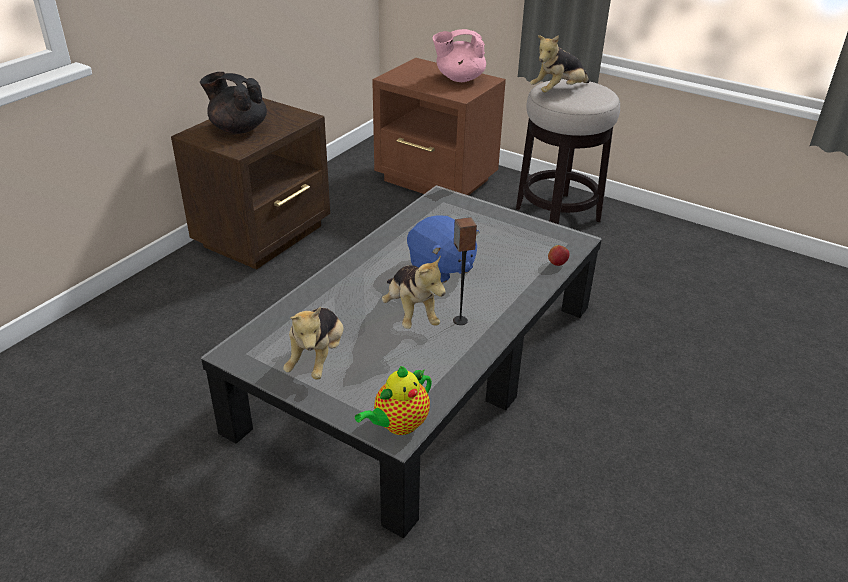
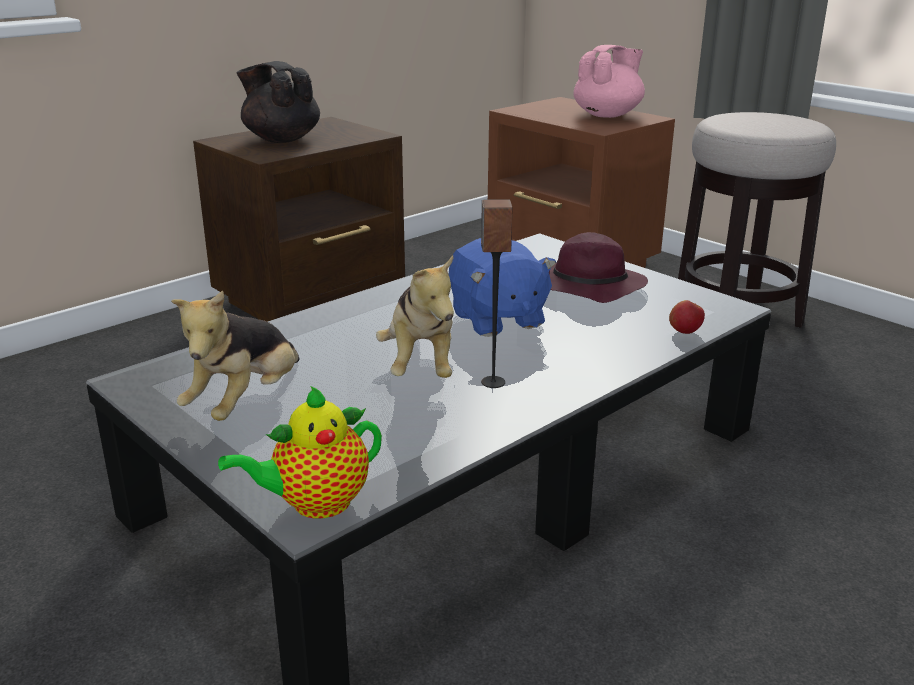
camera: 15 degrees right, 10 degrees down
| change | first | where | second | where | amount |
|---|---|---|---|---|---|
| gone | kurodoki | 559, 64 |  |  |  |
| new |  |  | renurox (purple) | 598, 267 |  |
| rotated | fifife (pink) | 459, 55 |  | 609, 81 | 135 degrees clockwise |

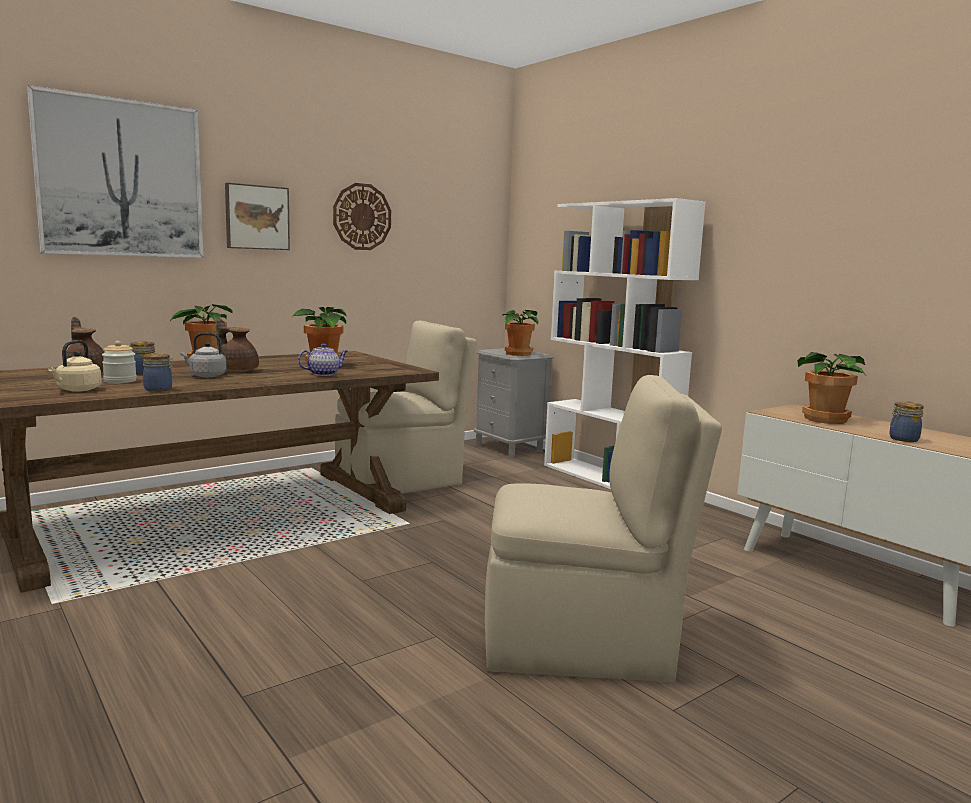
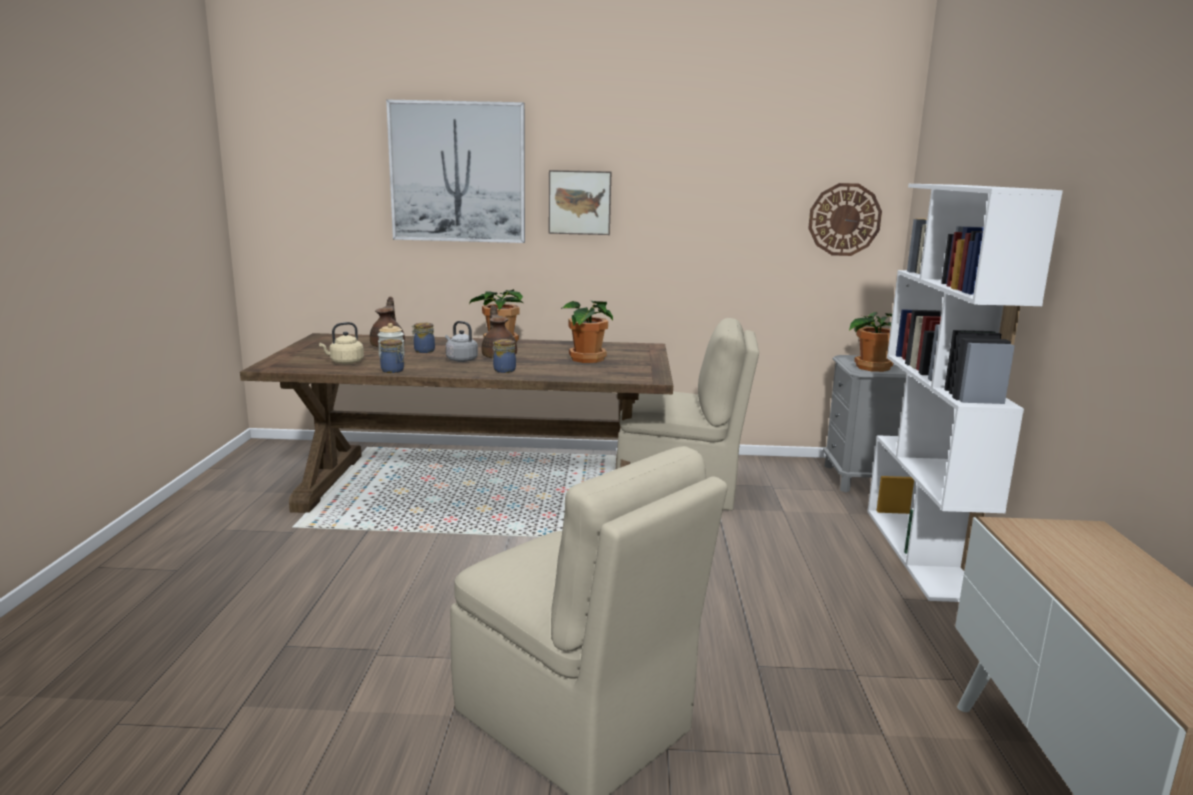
camera: 40 degrees right, 5 degrees up
| change | first | where | second | where | amount |
|---|---|---|---|---|---|
| gone | fifife | 323, 359 |  |  |  |
| gone | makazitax | 831, 388 |  |  |  |
| shifted | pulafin | 362, 216 |  | 845, 219 |  |
| shifted | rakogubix | 906, 421 |  | 504, 356 |  |

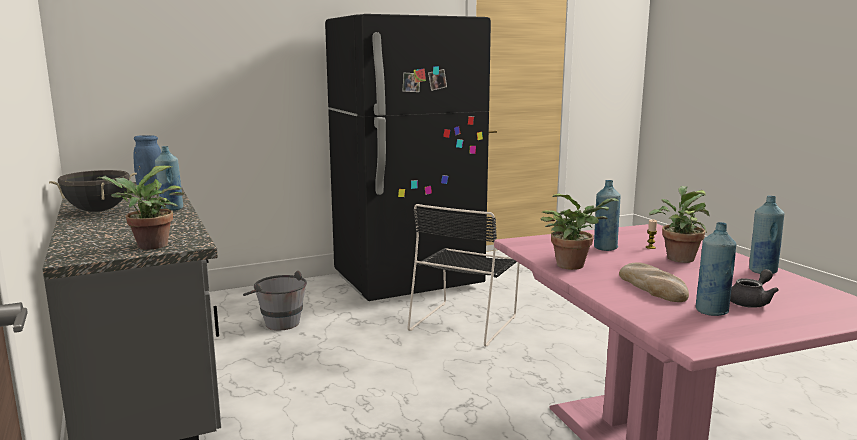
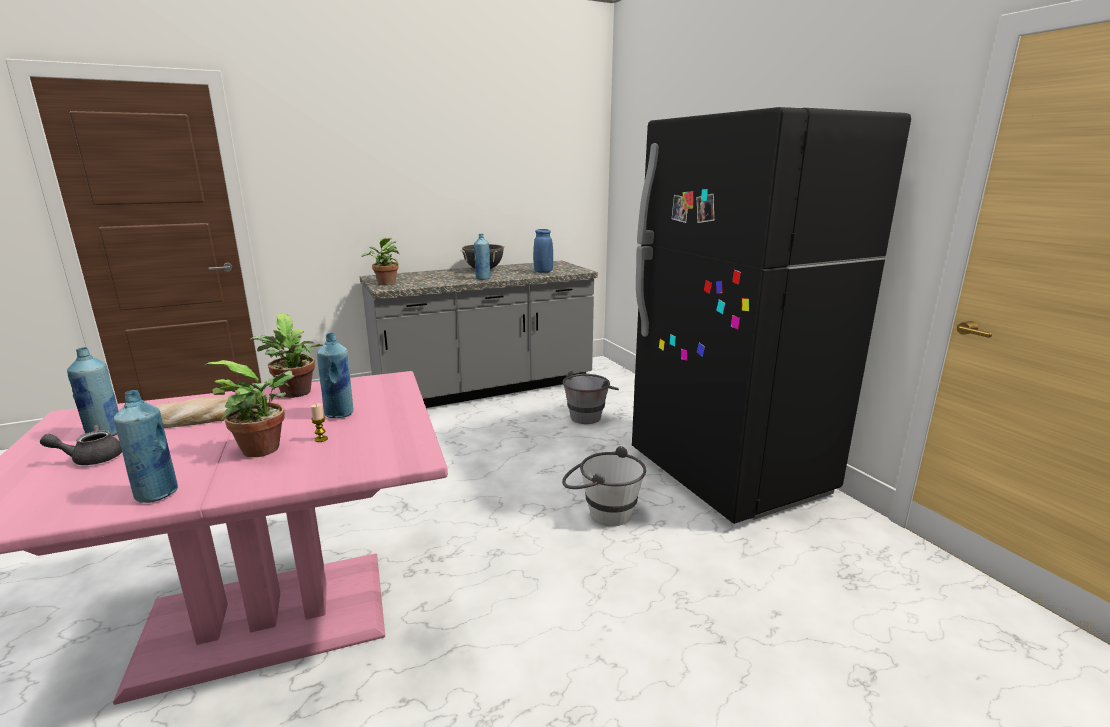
camera: 90 degrees right, 5 degrees up
| change | first | where | second | where | amount |
|---|---|---|---|---|---|
| swapped | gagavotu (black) | 464, 275 | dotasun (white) | 604, 486 |  |
| rotated | fifife (grey) | 754, 288 |  | 81, 445 | 105 degrees clockwise |

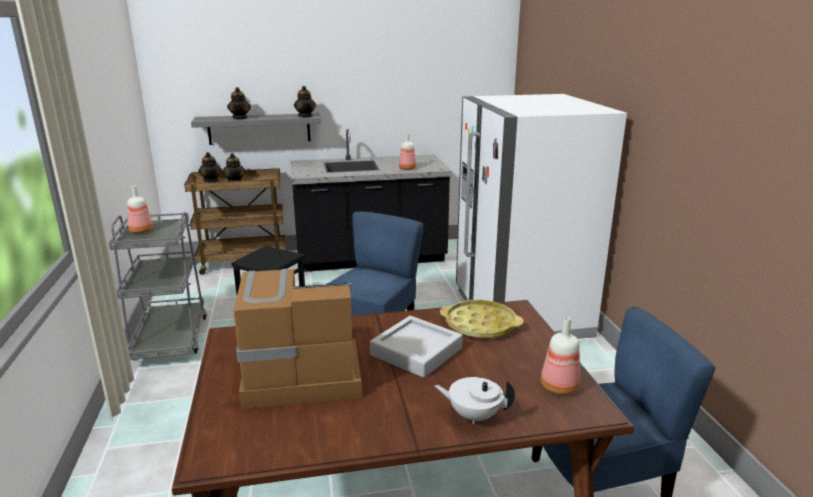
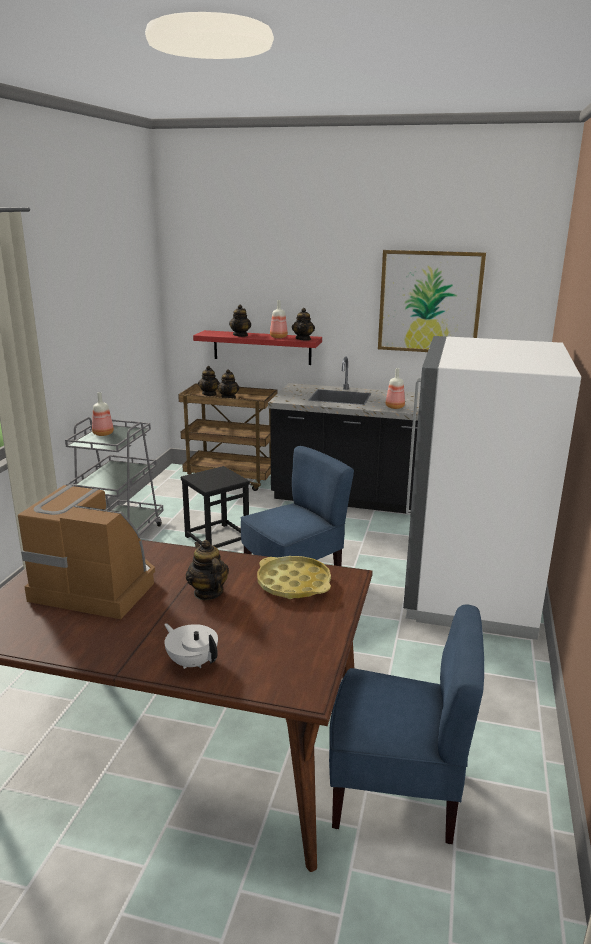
camera: 25 degrees right, 0 degrees up
| change | first | where | second | where | amount |
|---|---|---|---|---|---|
| new |  |  | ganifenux | 432, 301 |  |
| shifted | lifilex | 560, 356 |  | 279, 319 |  |
| swapped | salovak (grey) | 416, 347 | fifife | 207, 570 |  |
| repainted | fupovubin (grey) | 256, 129 | fupovubin (red) | 257, 347 |  |

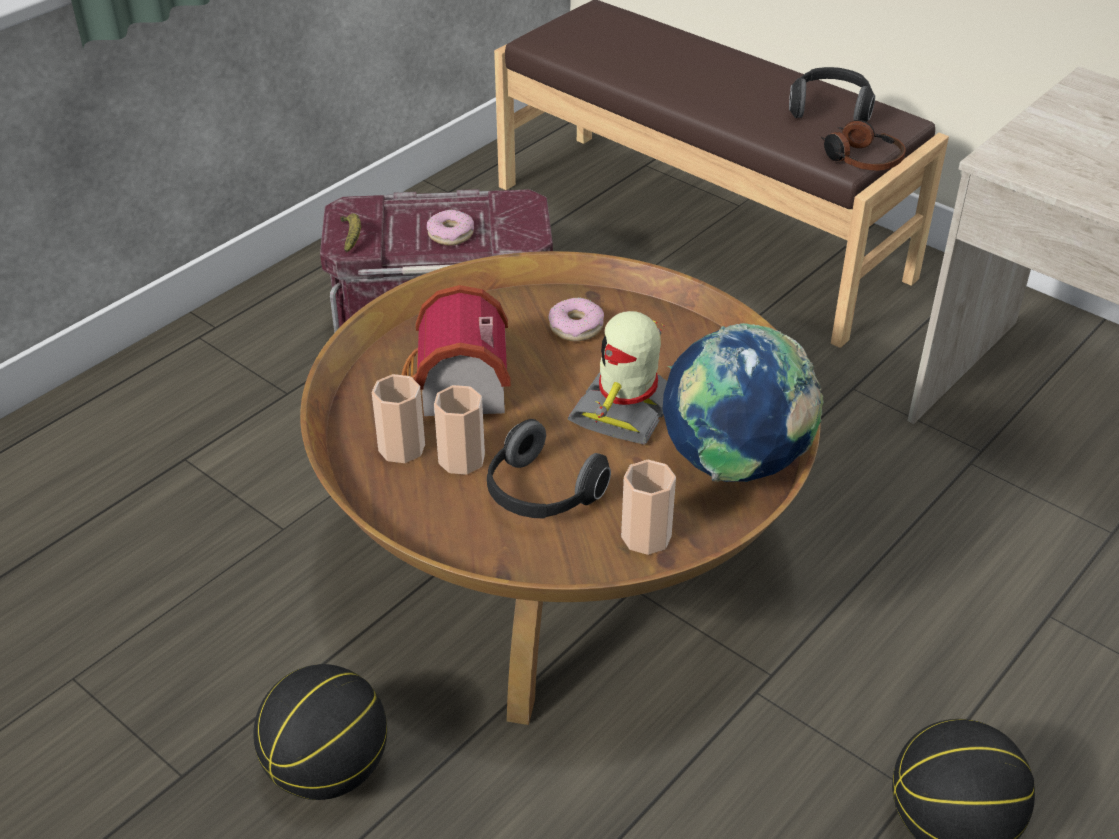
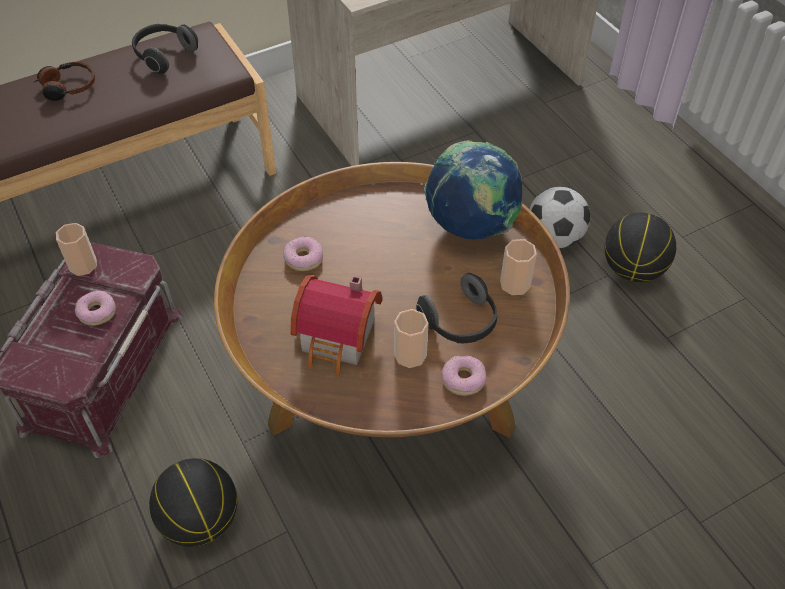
camera: 70 degrees left, 10 degrees up
| change | first | where | second | where | amount |
|---|---|---|---|---|---|
| gone | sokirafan | 350, 233 |  |  |  |
| gone | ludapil | 617, 378 |  |  |  |
| new |  |  | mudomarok | 464, 375 |  |
| new |  |  | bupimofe | 560, 217 |  |
| shifted | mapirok | 320, 732 |  | 193, 502 |  |
| shifted | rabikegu | 398, 418 |  | 76, 249 |  |
| shifted | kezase | 863, 145 |  | 64, 81 |  |

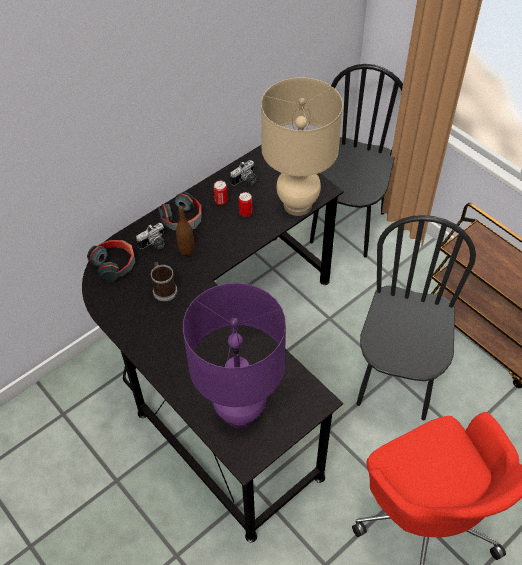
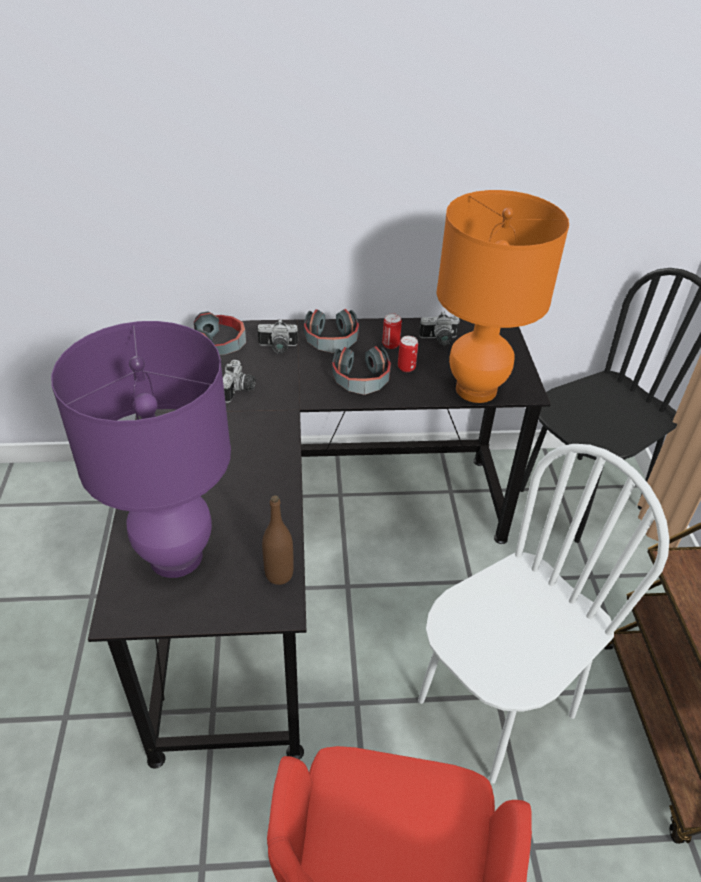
camera: 35 degrees right, 10 degrees down
| change | first | where | second | where | amount |
|---|---|---|---|---|---|
| new |  |  | kezase | 361, 370 |  |
| shifted | lifilex (brown) | 185, 230 |  | 278, 540 |  |
| swapped | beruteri | 164, 281 | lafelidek | 239, 381 |  |
| repainted | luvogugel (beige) | 302, 146 | luvogugel (orange) | 502, 296 |  |
| repainted | gagavotu (black) | 416, 317 | gagavotu (white) | 544, 613 |  |

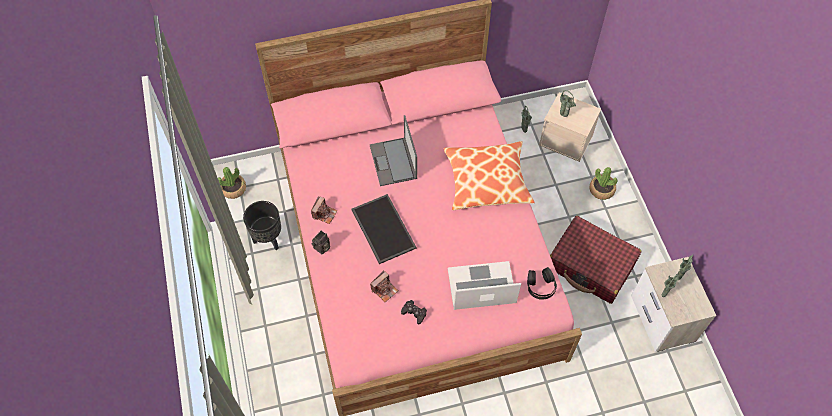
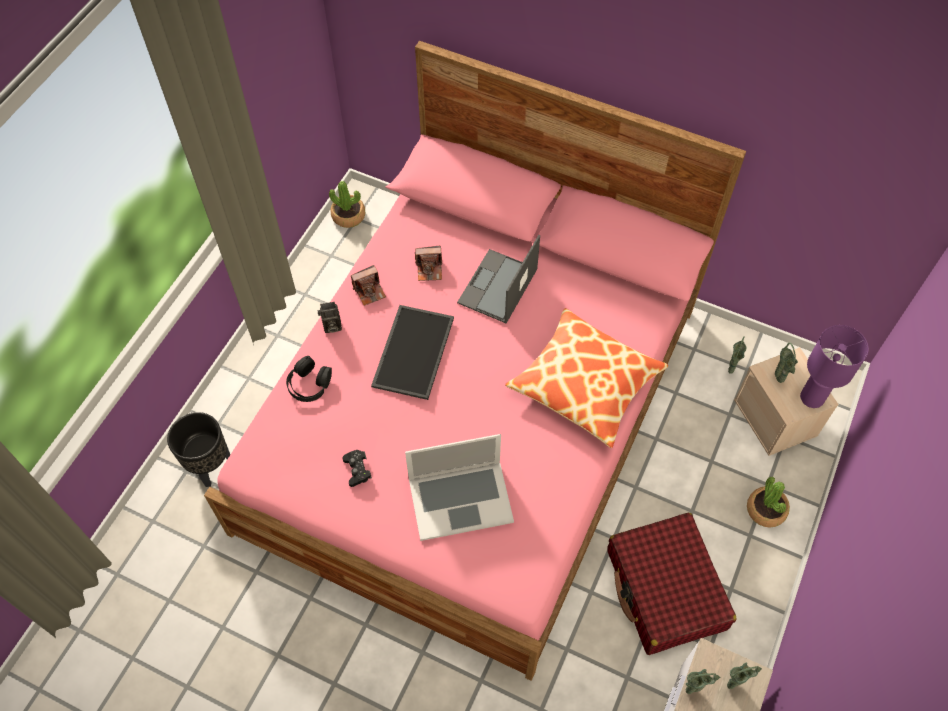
camera: 40 degrees right, 0 degrees up
| change | first | where | second | where | amount |
|---|---|---|---|---|---|
| new |  |  | luvogugel (purple) | 834, 366 |  |
| shifted | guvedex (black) | 262, 225 |  | 198, 449 |  |
| shifted | lafelidek | 384, 286 |  | 428, 263 |  |
| shifted | kezase (black) | 542, 283 |  | 309, 379 |  |
| rotated | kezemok | 484, 285 |  | 459, 487 | 135 degrees clockwise |

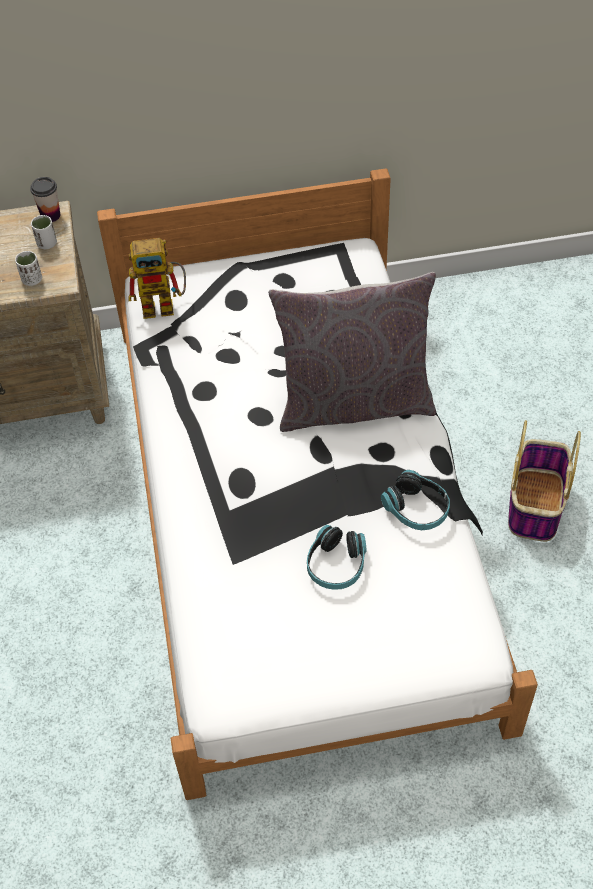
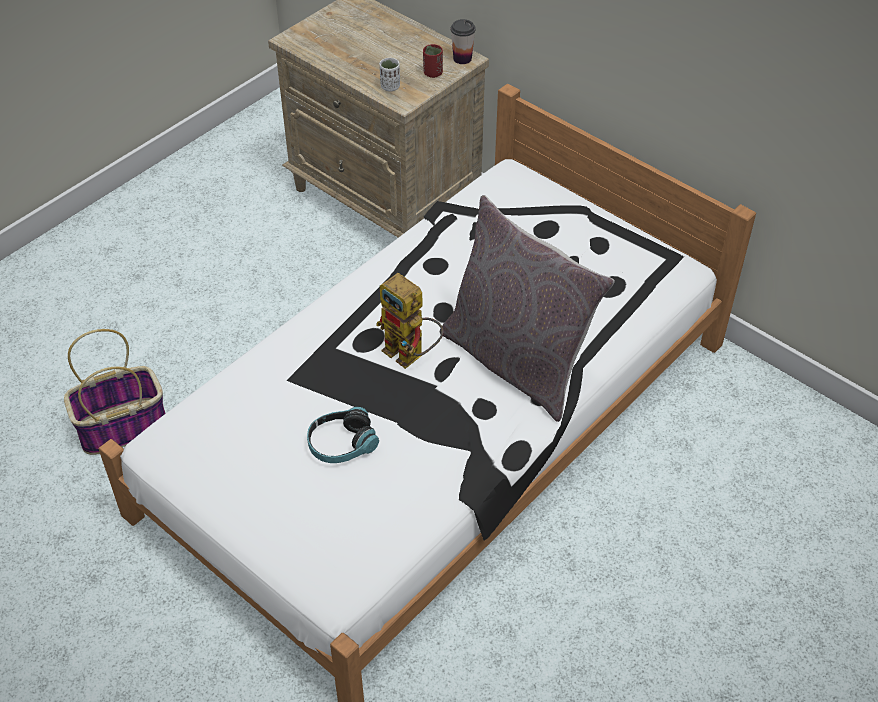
camera: 50 degrees right, 5 degrees down
| change | first | where | second | where | amount |
|---|---|---|---|---|---|
| gone | kezase | 415, 500 |  |  |  |
| shifted | ludapil | 157, 278 |  | 409, 321 |  |
| shifted | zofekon | 544, 481 |  | 115, 392 |  |
| repainted | rabikegu (white) | 44, 232 | rabikegu (red) | 433, 61 |  |

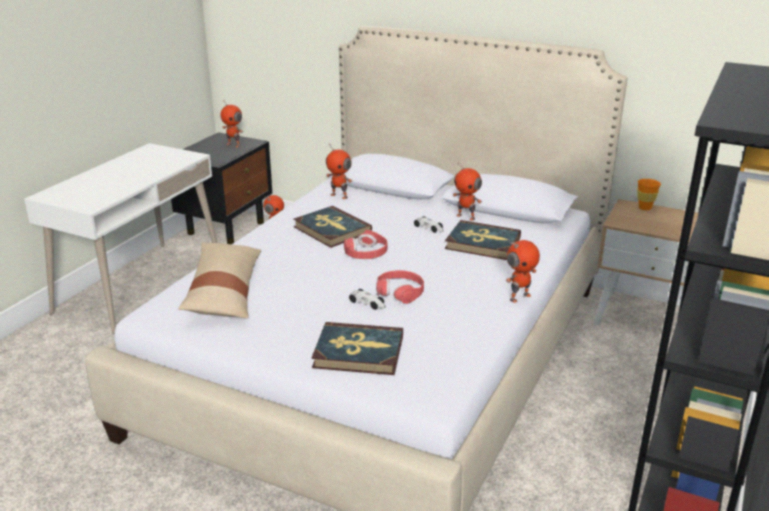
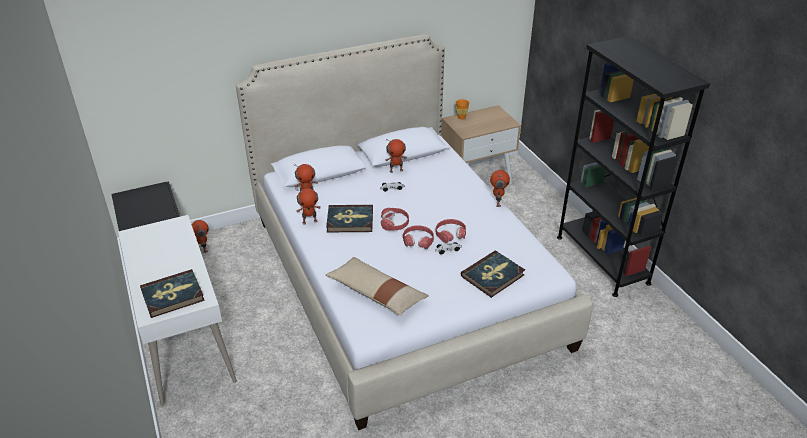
camera: 50 degrees left, 10 degrees up
| change | first | where | second | where | amount |
|---|---|---|---|---|---|
| new |  |  | kezase (red) | 418, 237 |  |
| shifted | ludapil | 231, 124 |  | 308, 206 |  |
| shifted | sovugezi | 483, 240 |  | 172, 293 |  |

